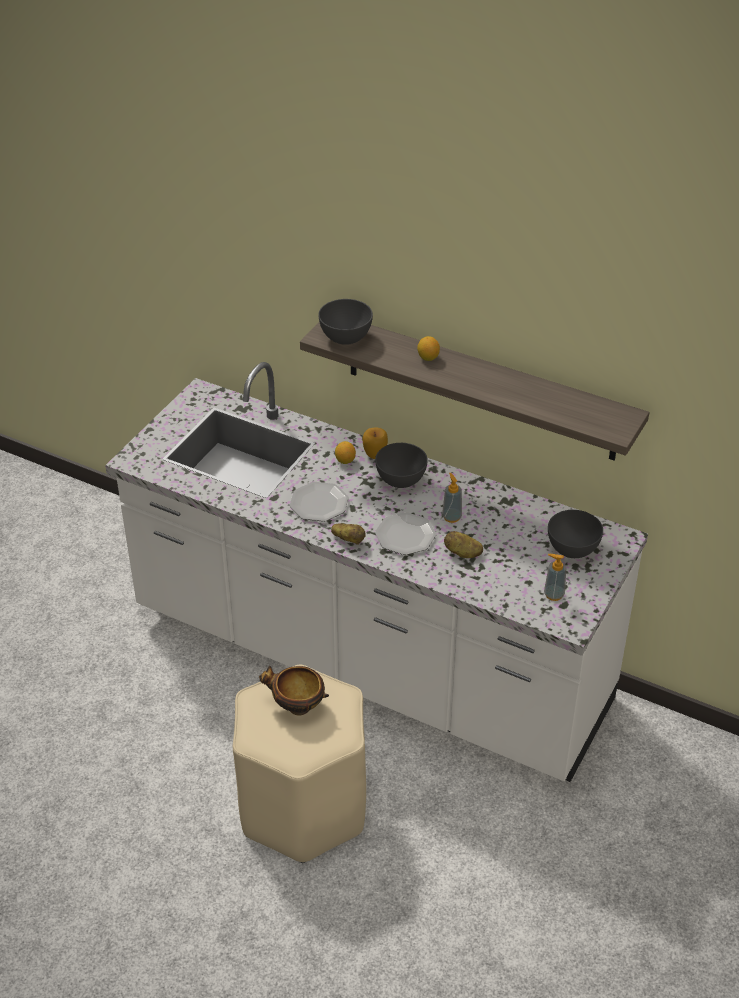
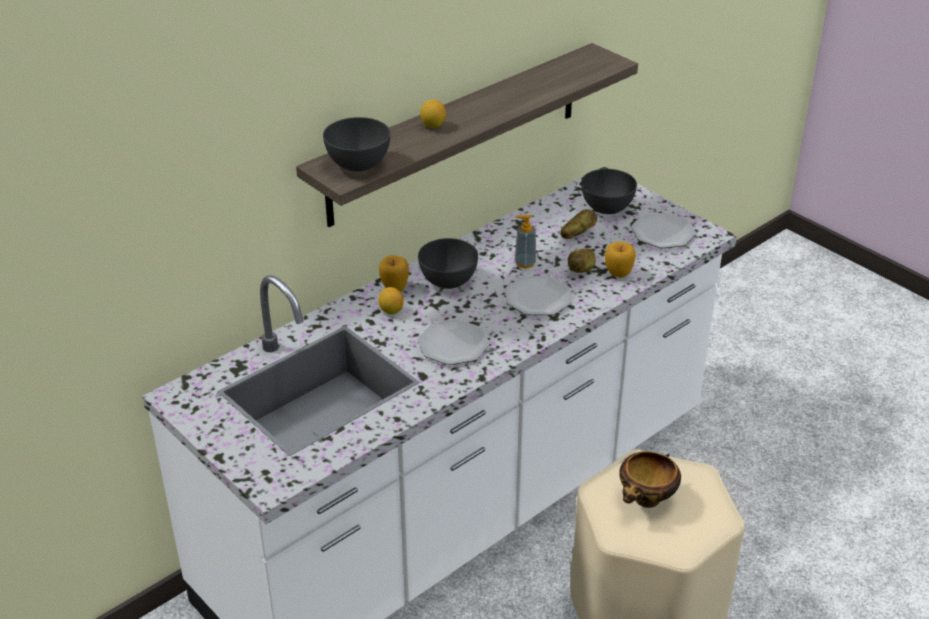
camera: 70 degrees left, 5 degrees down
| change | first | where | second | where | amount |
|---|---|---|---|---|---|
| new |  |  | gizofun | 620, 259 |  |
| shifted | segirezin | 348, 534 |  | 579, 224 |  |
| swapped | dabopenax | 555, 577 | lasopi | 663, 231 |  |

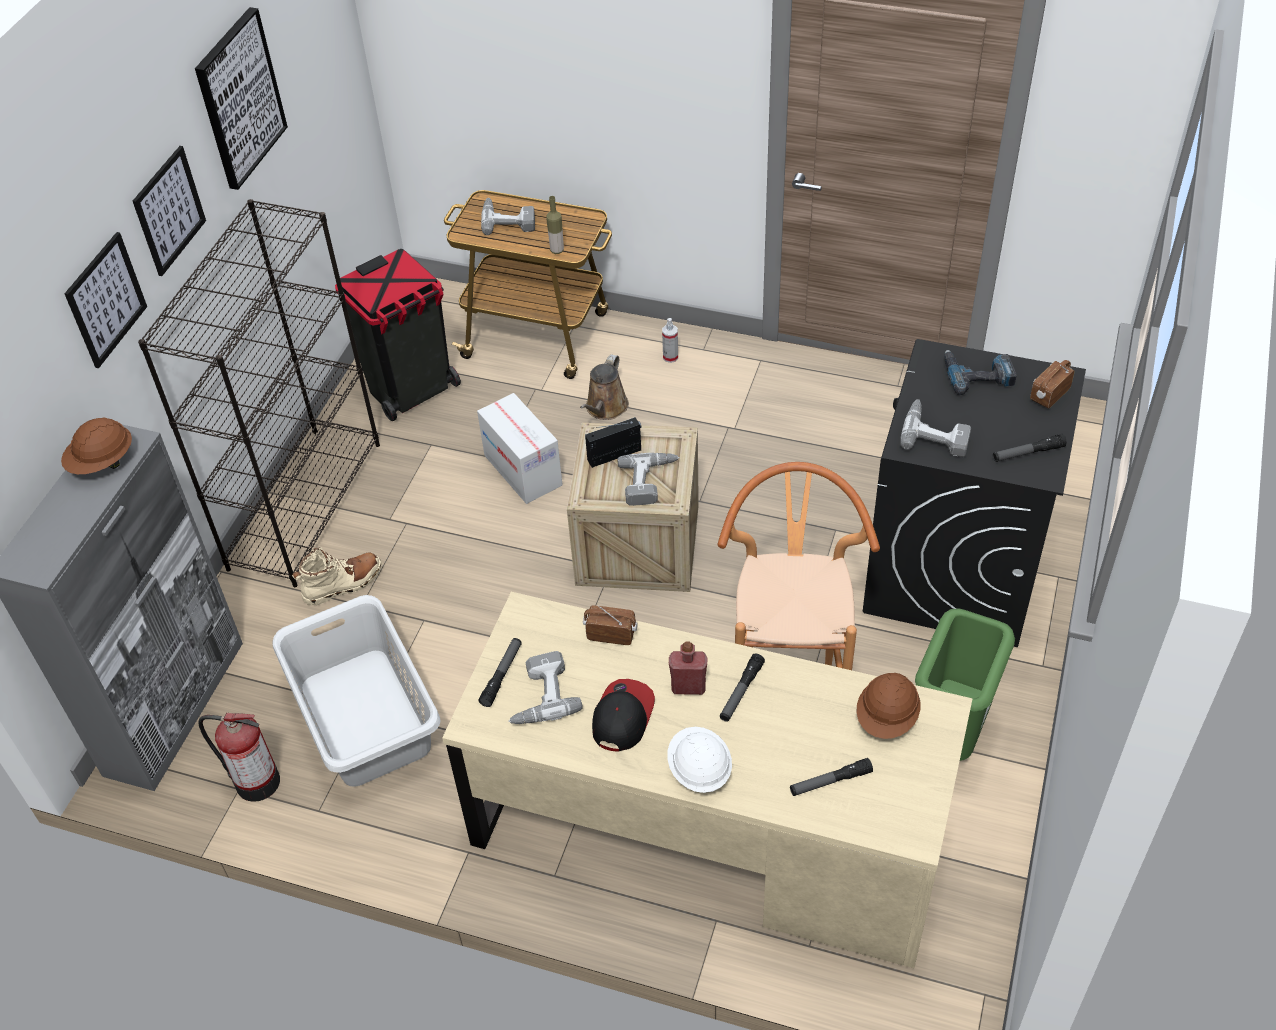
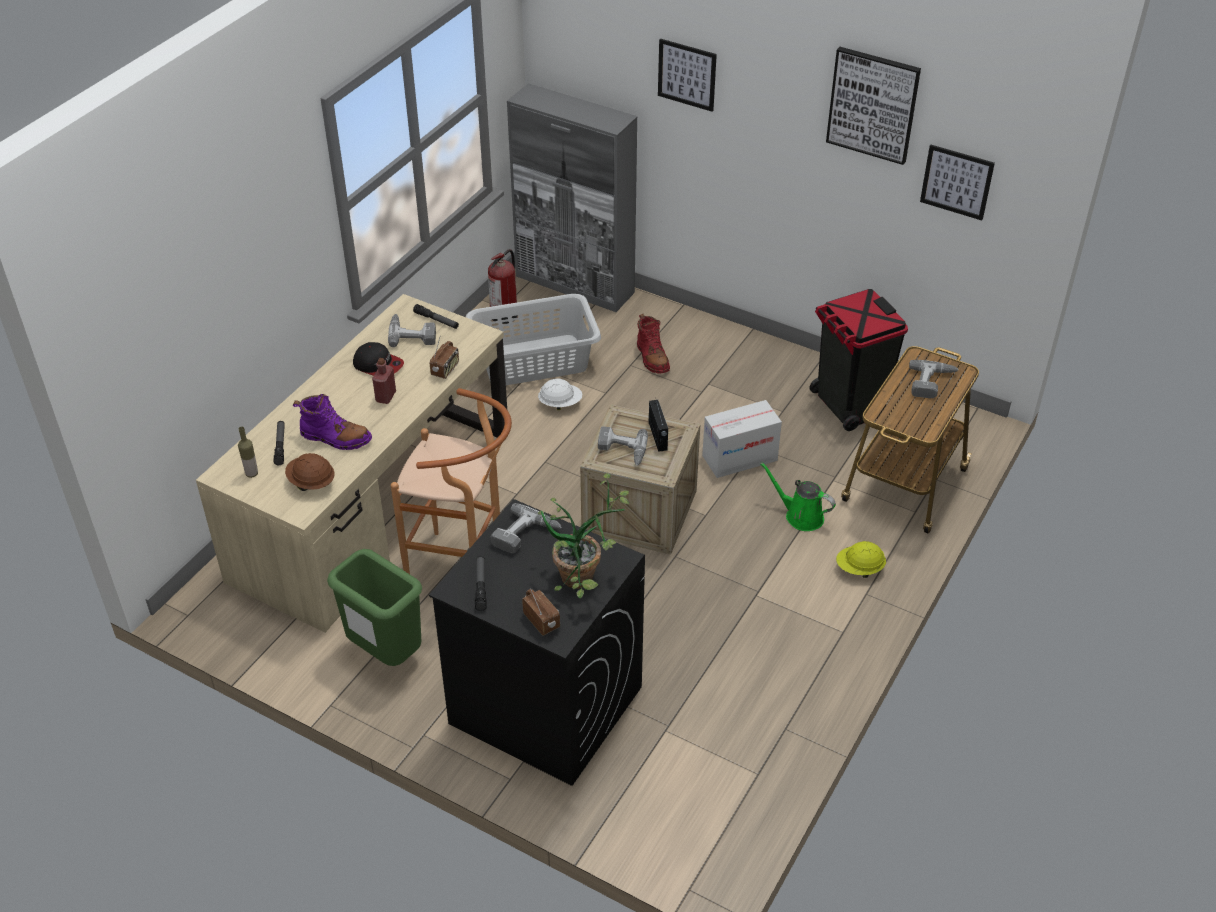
camera: 100 degrees right, 5 degrees down
| change | first | where | second | where | amount |
|---|---|---|---|---|---|
| gone | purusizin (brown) | 96, 445 |  |  |  |
| gone | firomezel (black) | 259, 393 |  |  |  |
| gone | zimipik | 742, 688 |  |  |  |
| new |  |  | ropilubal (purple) | 332, 422 |  |
| shifted | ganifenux | 169, 211 |  | 957, 182 |  |
| shifted | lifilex | 555, 225 |  | 248, 452 |  |
| shifted | purusizin (white) | 699, 760 |  | 560, 394 |  |
| swapped | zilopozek | 670, 340 | purusizin (yellow) | 861, 559 |  |
| swapped | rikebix | 980, 372 | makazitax | 583, 535 |  |
| repainted | ropilubal (beige) | 337, 576 | ropilubal (red) | 653, 343 |  |
| repainted | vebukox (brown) | 604, 387 | vebukox (green) | 798, 496 |  |

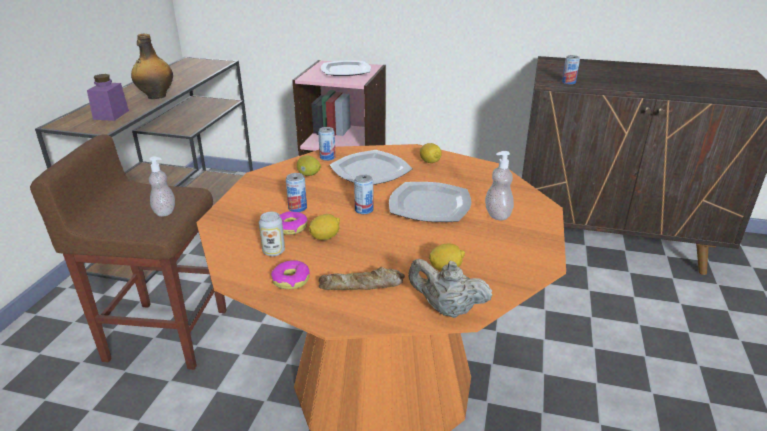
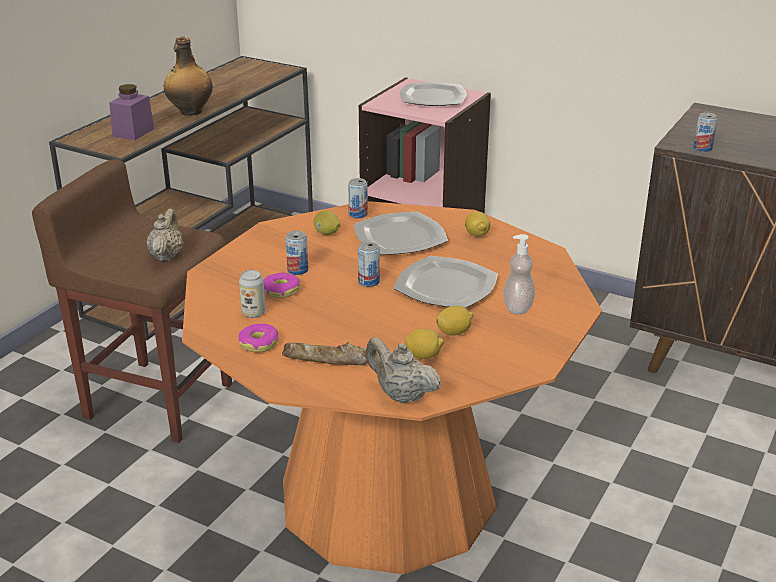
camera: 15 degrees right, 0 degrees up
| change | first | where | second | where | amount |
|---|---|---|---|---|---|
| shifted | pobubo | 324, 227 |  | 454, 321 |  |
| swapped | dabopenax | 162, 187 | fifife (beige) | 165, 235 |  |

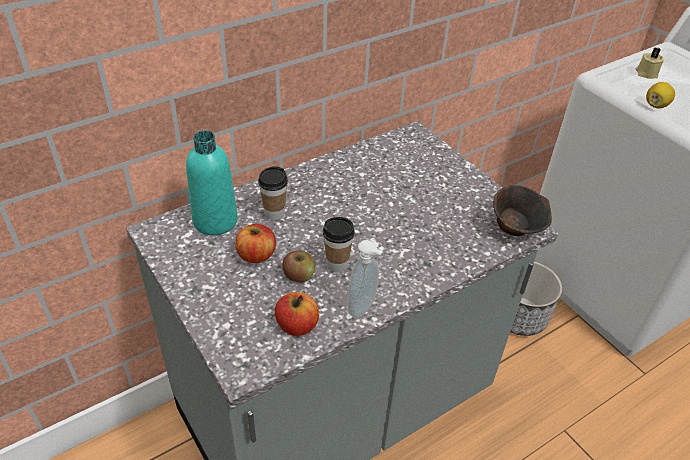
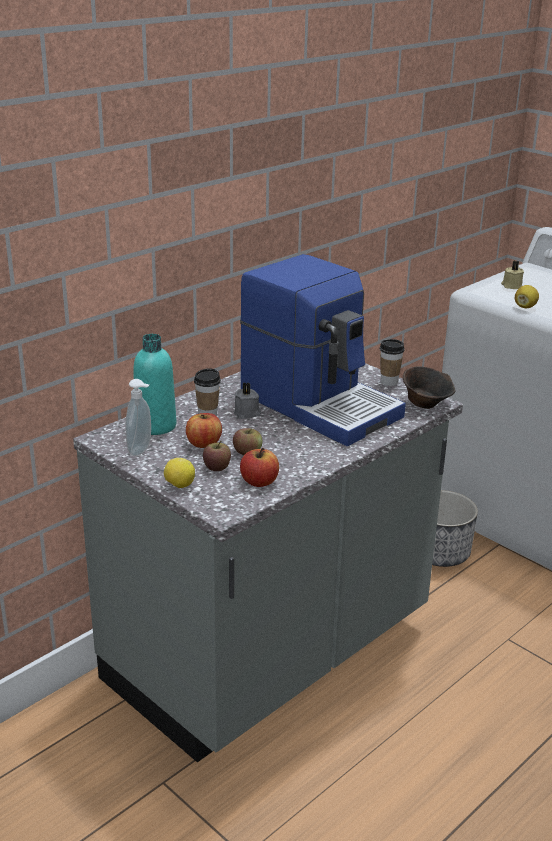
camera: 10 degrees left, 15 degrees down
| change | first | where | second | where | amount |
|---|---|---|---|---|---|
| new |  |  | pobubo | 179, 473 |  |
| new |  |  | gizofun | 217, 456 |  |
| new |  |  | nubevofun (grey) | 247, 401 |  |
| new |  |  | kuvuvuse | 323, 350 |  |
| shifted | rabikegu | 339, 244 |  | 392, 362 |  |
| shifted | dabopenax | 365, 279 |  | 138, 417 |  |

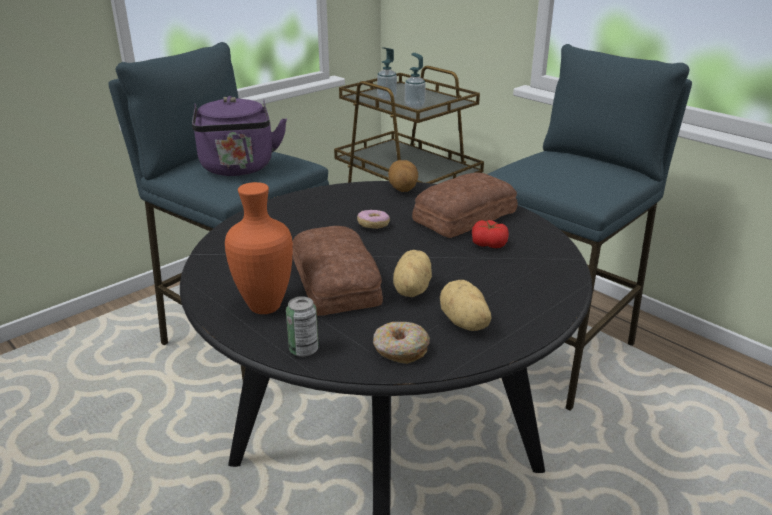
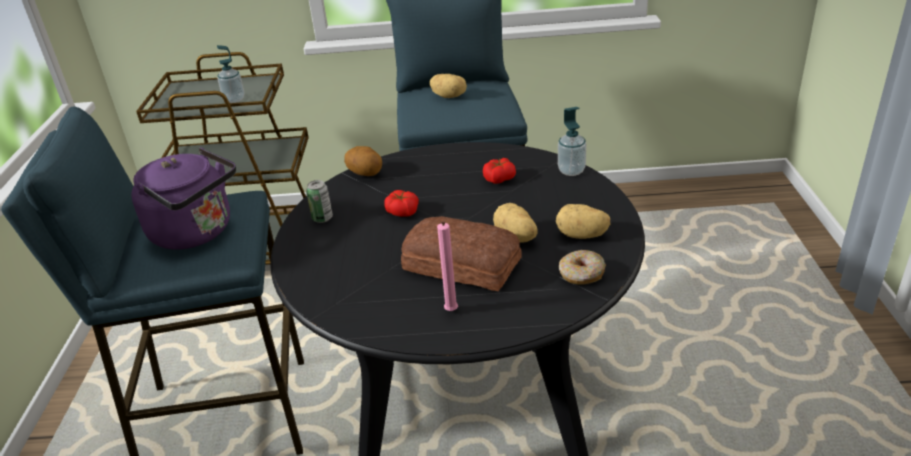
camera: 45 degrees left, 5 degrees up
| change | first | where | second | where | amount |
|---|---|---|---|---|---|
| gone | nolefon | 465, 205 |  |  |  |
| new |  |  | segirezin | 448, 86 |  |
| shifted | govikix | 302, 326 |  | 319, 201 |  |
| shifted | dabopenax | 387, 73 |  | 572, 141 |  |
| swapped | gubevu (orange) | 259, 248 | nubevofun (pink) | 447, 266 |  |
| swapped | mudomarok | 373, 219 | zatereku | 401, 203 |  |

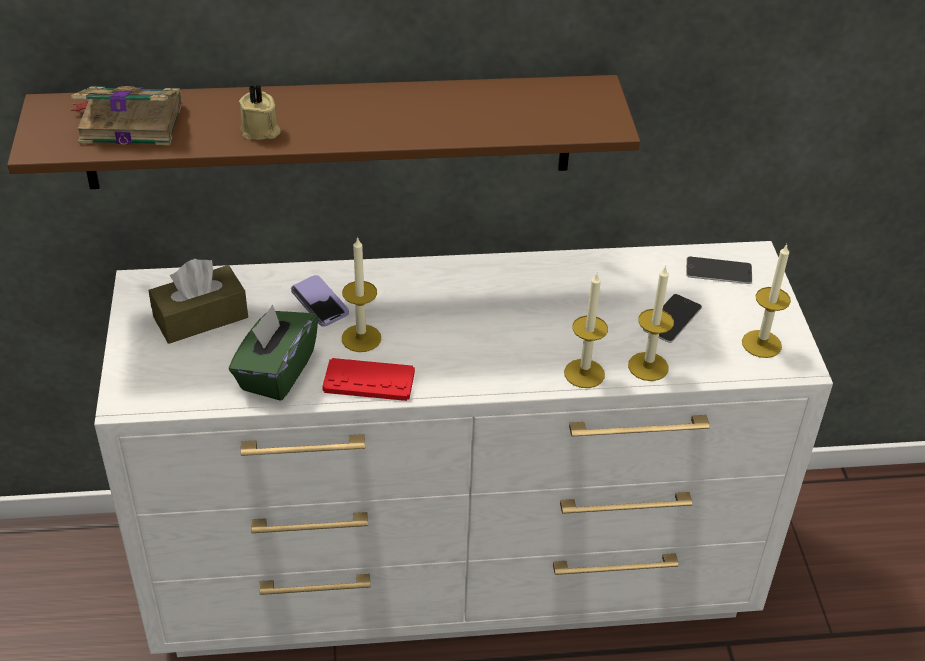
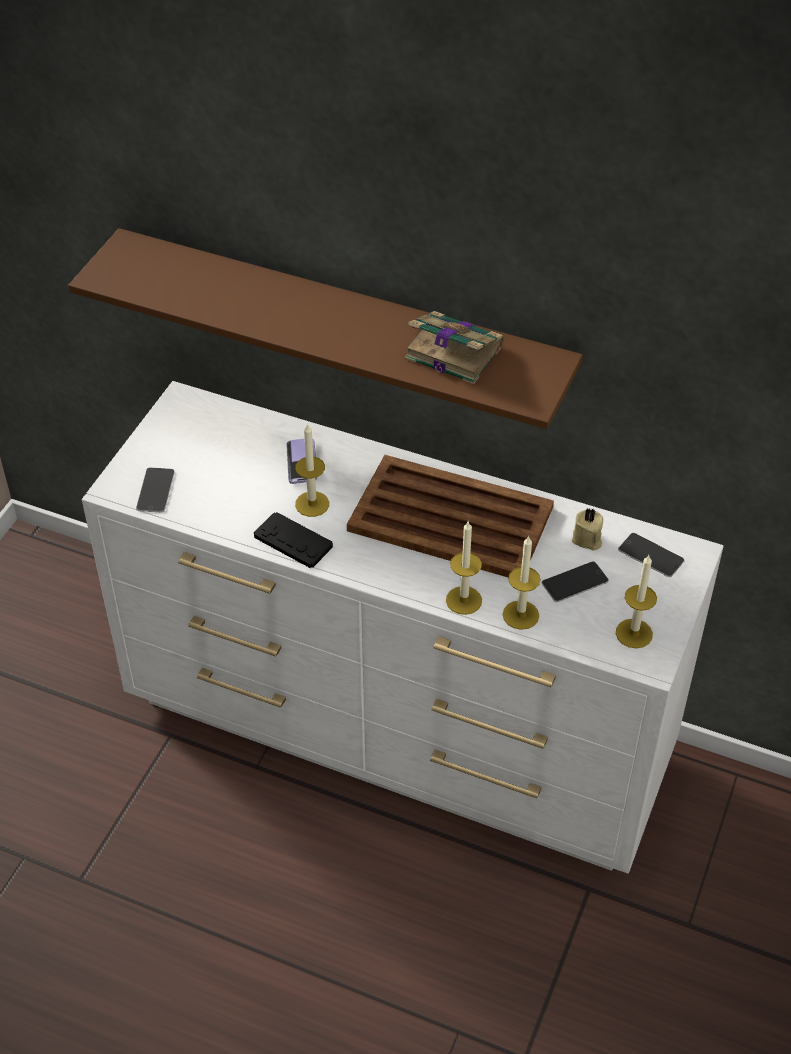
camera: 30 degrees right, 5 degrees up
| change | first | where | second | where | amount |
|---|---|---|---|---|---|
| gone | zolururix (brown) | 198, 301 |  |  |  |
| gone | zolururix (green) | 273, 352 |  |  |  |
| new |  |  | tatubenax | 155, 489 |  |
| new |  |  | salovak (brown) | 450, 516 |  |
| shifted | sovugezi | 126, 115 |  | 454, 347 |  |
| shifted | nubevofun (beige) | 260, 112 |  | 587, 529 |  |
| repainted | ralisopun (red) | 368, 379 | ralisopun (black) | 293, 540 |  |

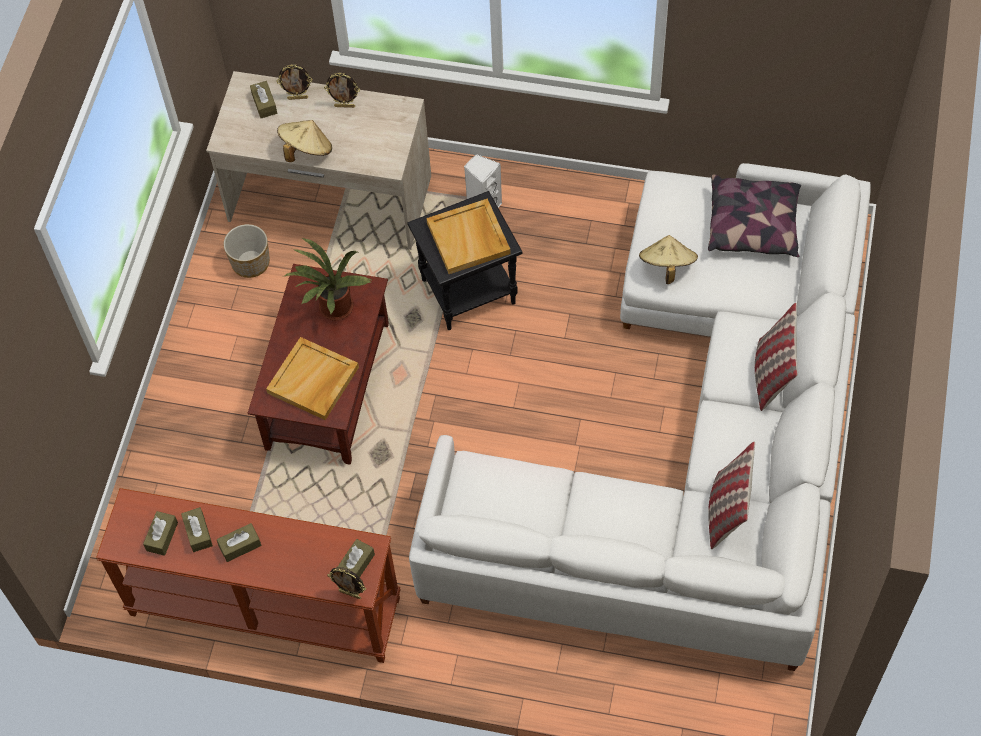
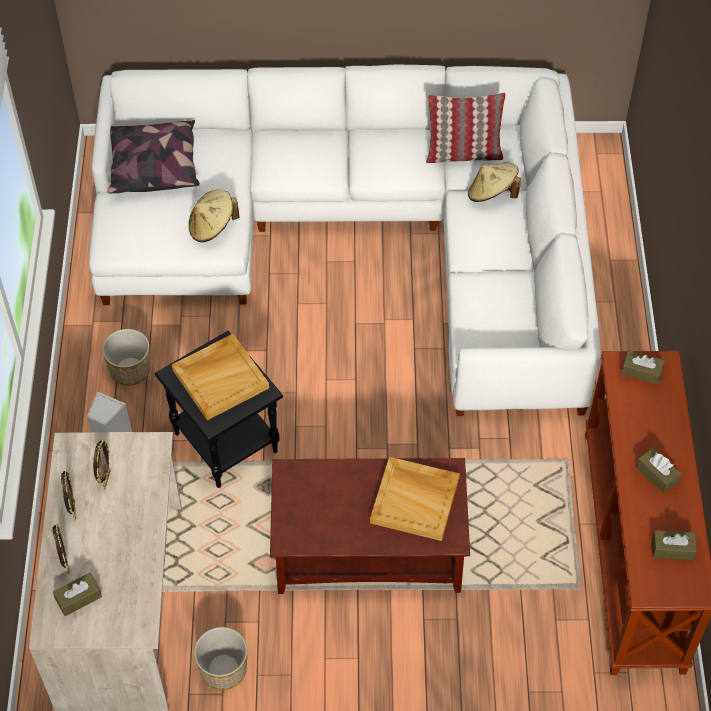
camera: 105 degrees left, 5 degrees down
| change | first | where | second | where | amount |
|---|---|---|---|---|---|
| gone | zolururix (brown) | 197, 529 |  |  |  |
| gone | makazitax | 327, 279 |  |  |  |
| gone | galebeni | 776, 357 |  |  |  |
| new |  |  | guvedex | 126, 357 |  |
| shifted | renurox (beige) | 304, 141 |  | 494, 182 |  |
| shifted | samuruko | 346, 583 |  | 102, 465 |  |

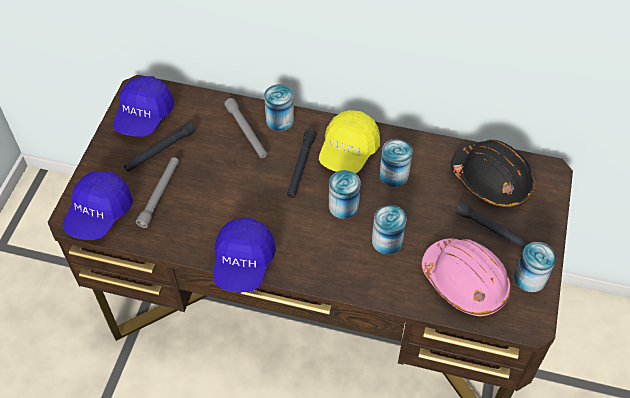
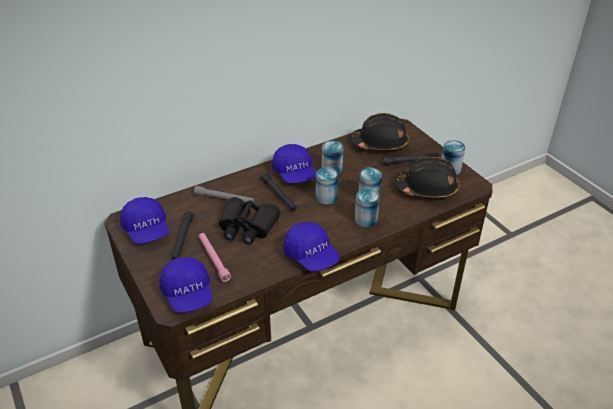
camera: 45 degrees left, 15 degrees down
| change | first | where | second | where | amount |
|---|---|---|---|---|---|
| new |  |  | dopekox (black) | 249, 221 |  |
| shifted | govikix | 279, 107 |  | 367, 208 |  |
| repainted | zimipik (grey) | 157, 192 | zimipik (pink) | 215, 257 |  |
| repainted | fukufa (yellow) | 349, 141 | fukufa (blue) | 294, 163 |  |
| repainted | purusizin (pink) | 466, 277 | purusizin (black) | 427, 177 |  |

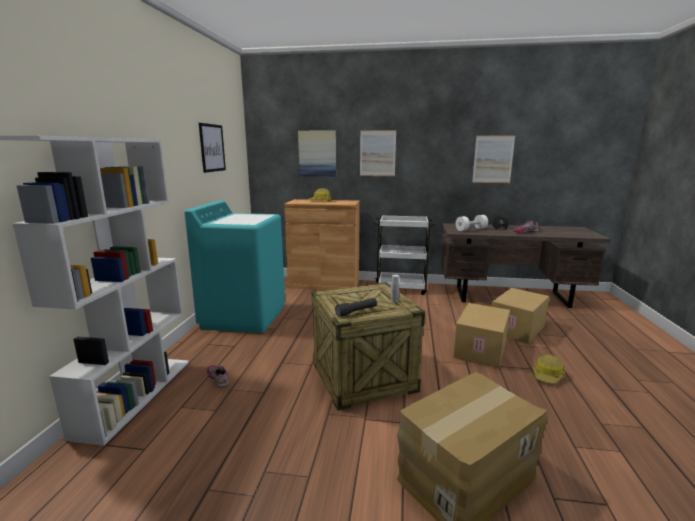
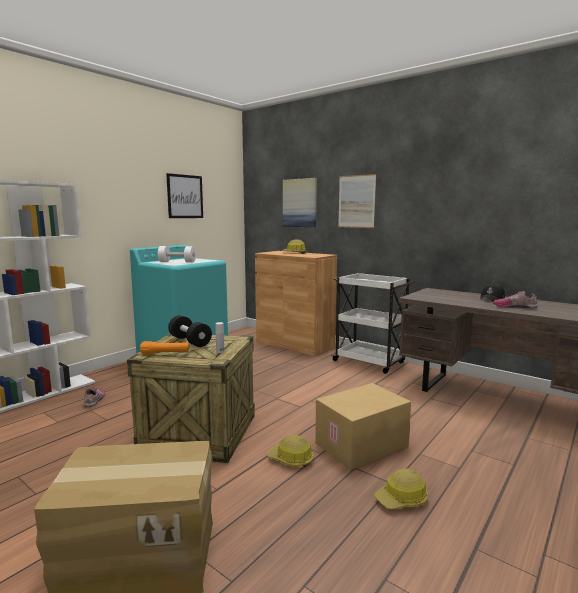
camera: 30 degrees right, 5 degrees down
| change | first | where | second | where | amount |
|---|---|---|---|---|---|
| gone | ganifenux | 493, 159 |  |  |  |
| gone | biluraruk | 520, 316 |  |  |  |
| new |  |  | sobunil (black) | 190, 331 |  |
| new |  |  | purusizin | 290, 451 |  |
| shifted | sobunil (white) | 472, 223 |  | 177, 254 |  |
| repainted | zimipik (black) | 356, 307 | zimipik (orange) | 165, 347 |  |

